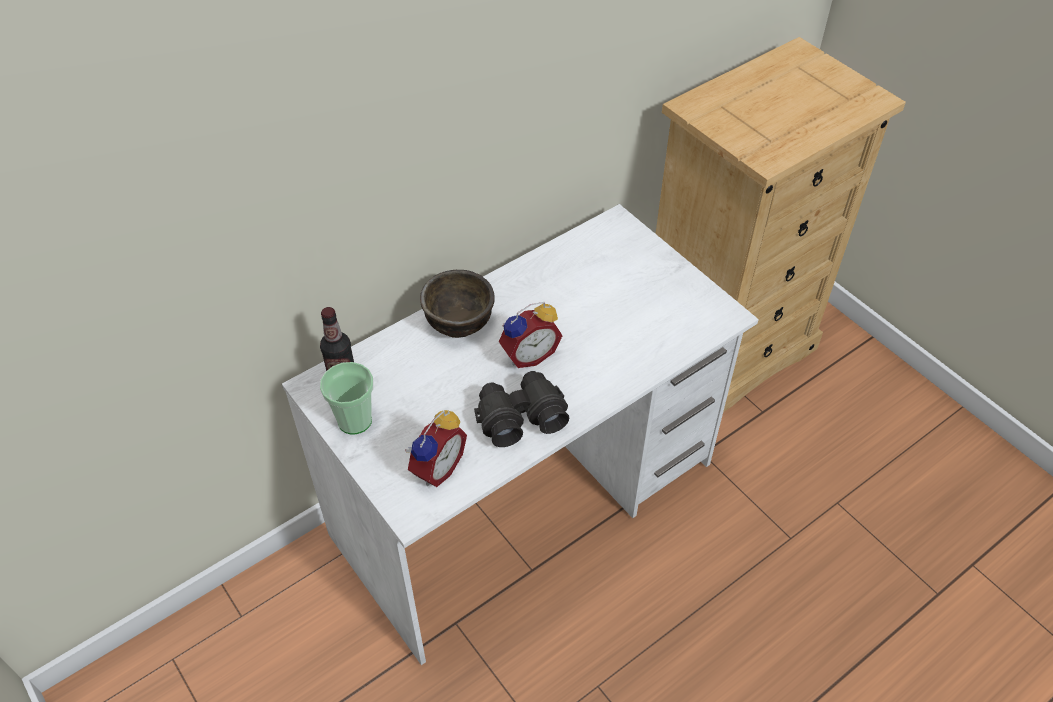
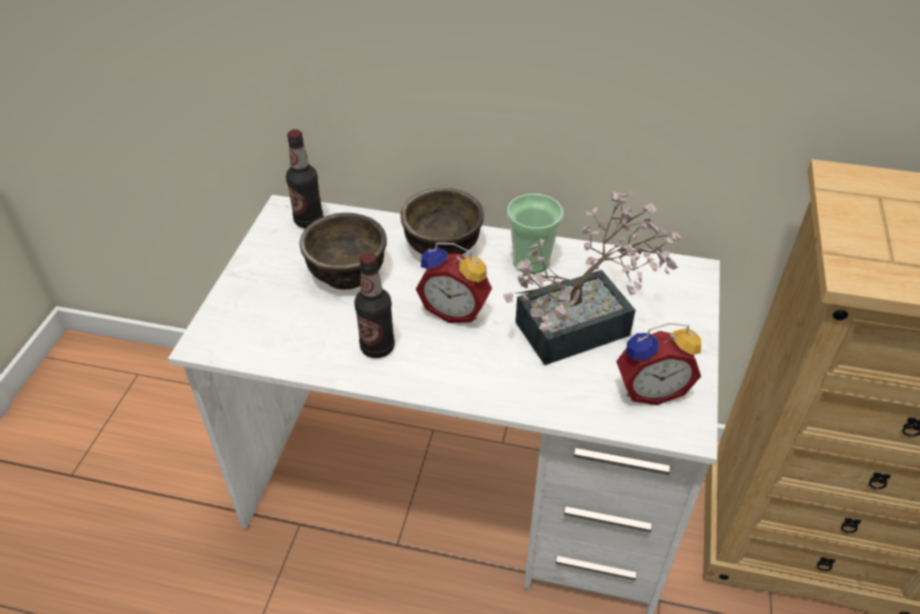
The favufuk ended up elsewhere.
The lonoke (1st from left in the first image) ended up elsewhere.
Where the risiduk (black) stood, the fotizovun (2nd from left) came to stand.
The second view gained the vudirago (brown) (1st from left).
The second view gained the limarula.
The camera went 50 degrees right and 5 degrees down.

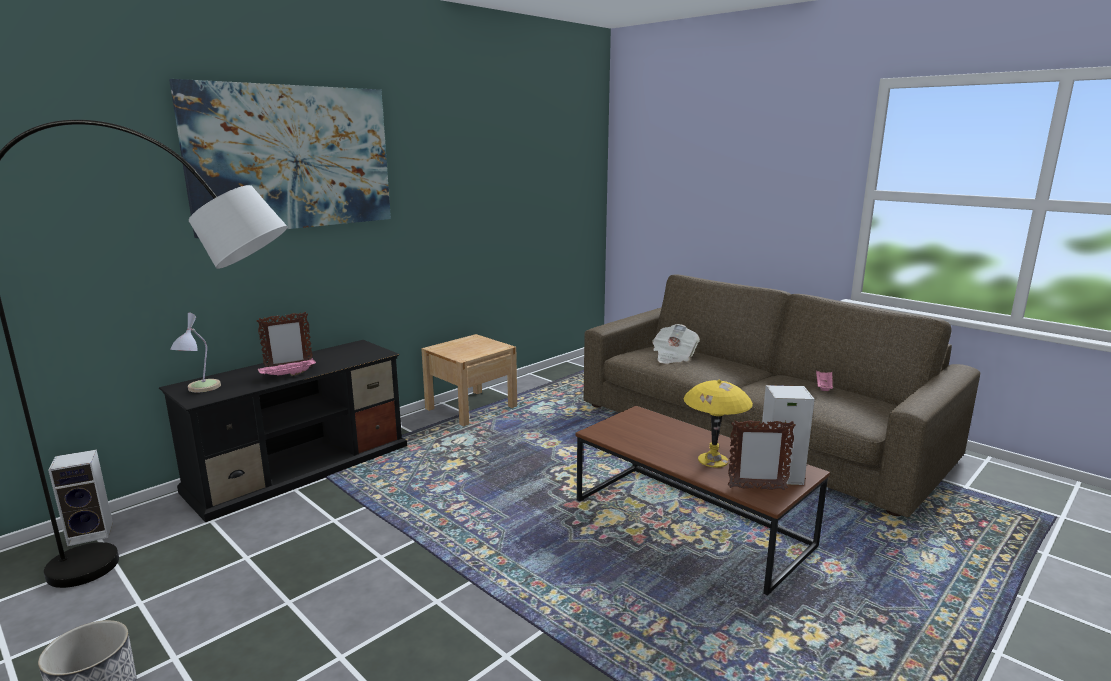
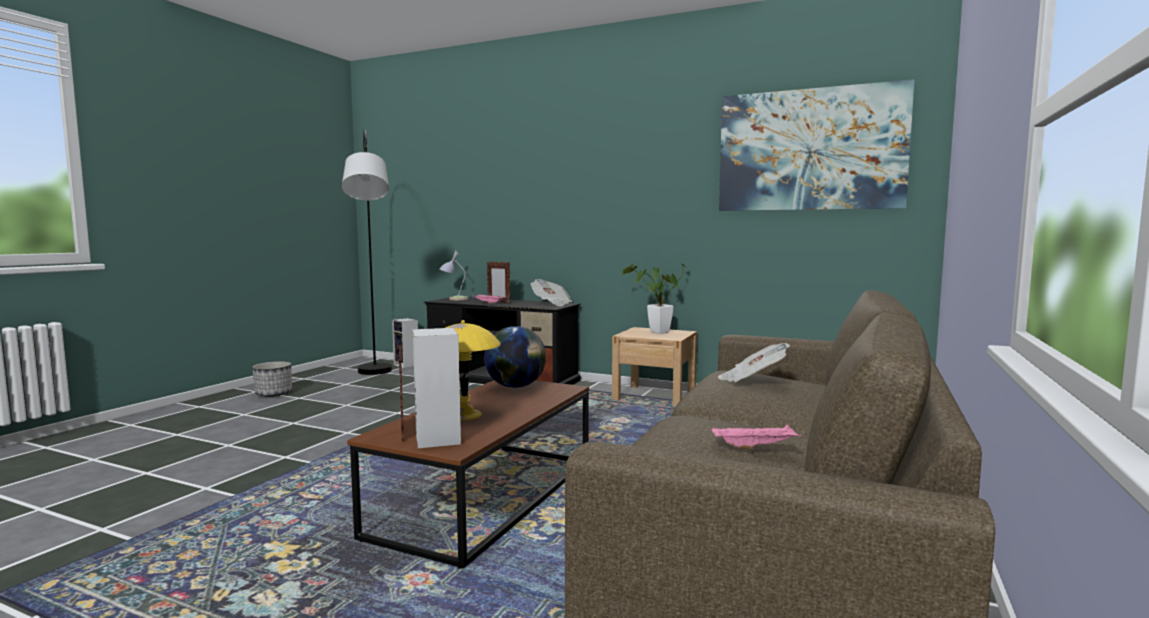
The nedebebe ended up elsewhere.
The second view gained the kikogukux.
The second view gained the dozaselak (1st from left).
The second view gained the limarula.
The camera went 70 degrees right and 10 degrees down.

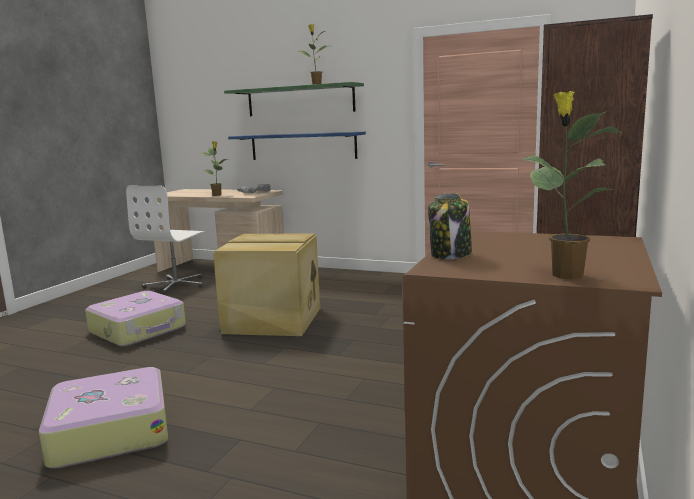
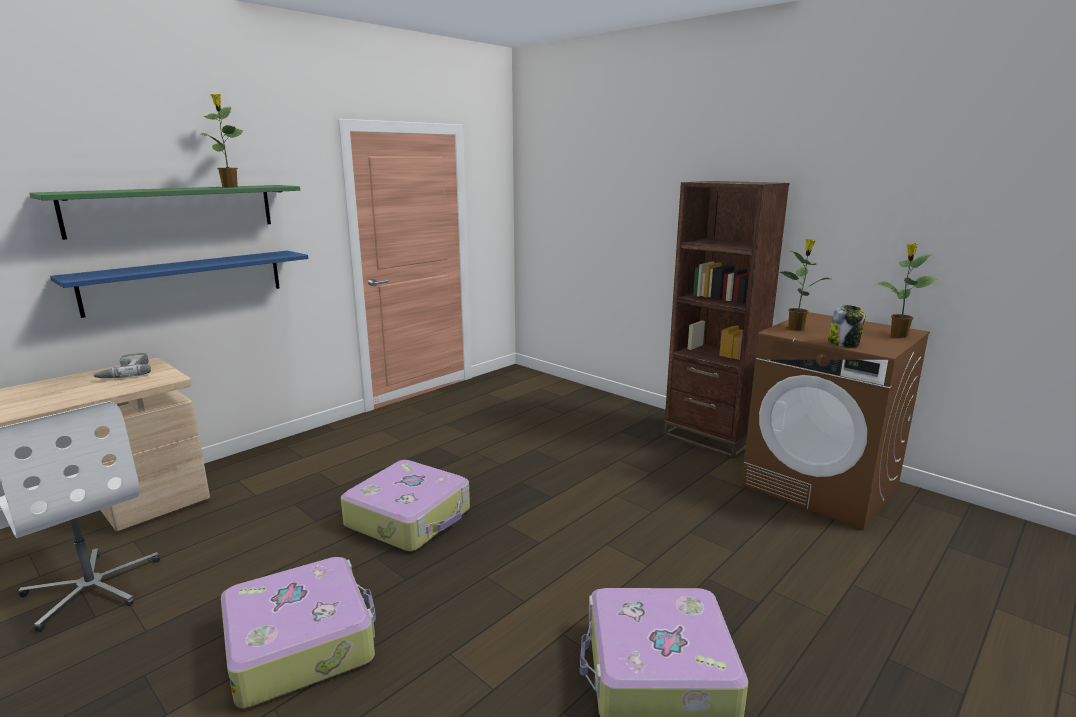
The limarula (1st from left in the first image) ended up elsewhere.
Where the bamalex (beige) stood, the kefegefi (2nd from left) came to stand.
The camera went 70 degrees left and 5 degrees up.

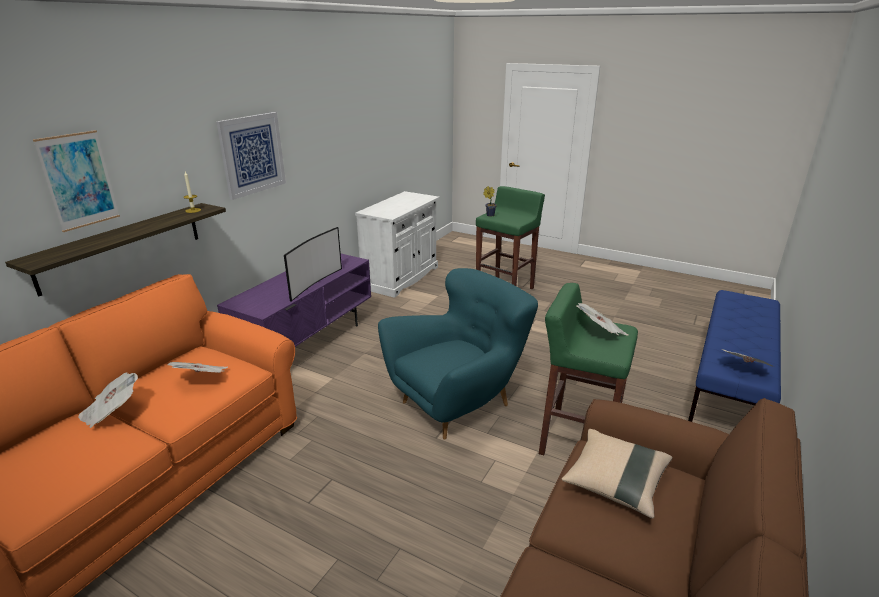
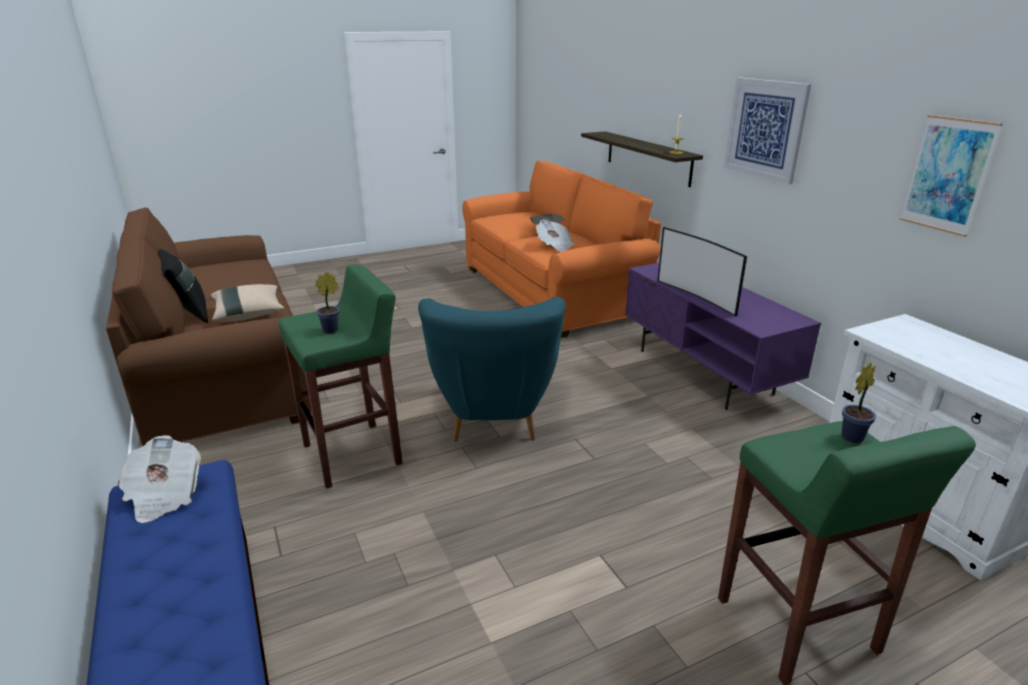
The nedebebe (1st from left in the first image) ended up elsewhere.
Where the dozaselak (3rd from left) stood, the limarula (1st from left) came to stand.
The second view gained the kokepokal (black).
The camera went 125 degrees right and 0 degrees up.

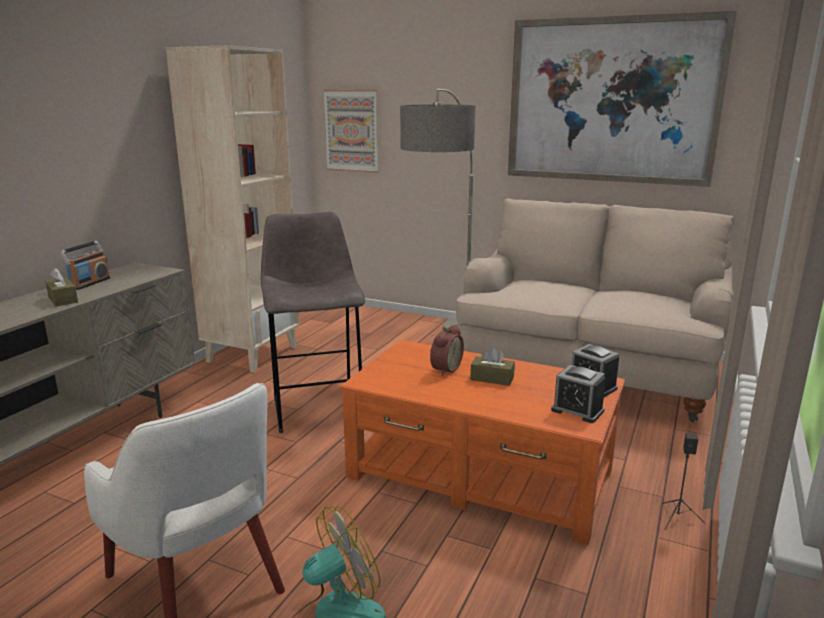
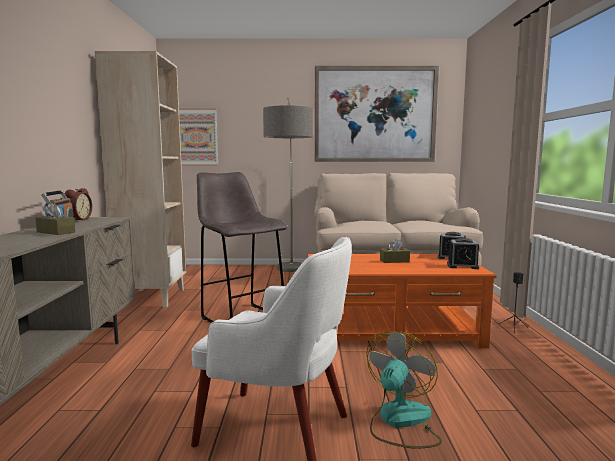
The lonoke (1st from left) ended up elsewhere.
The camera went 25 degrees left and 10 degrees down.

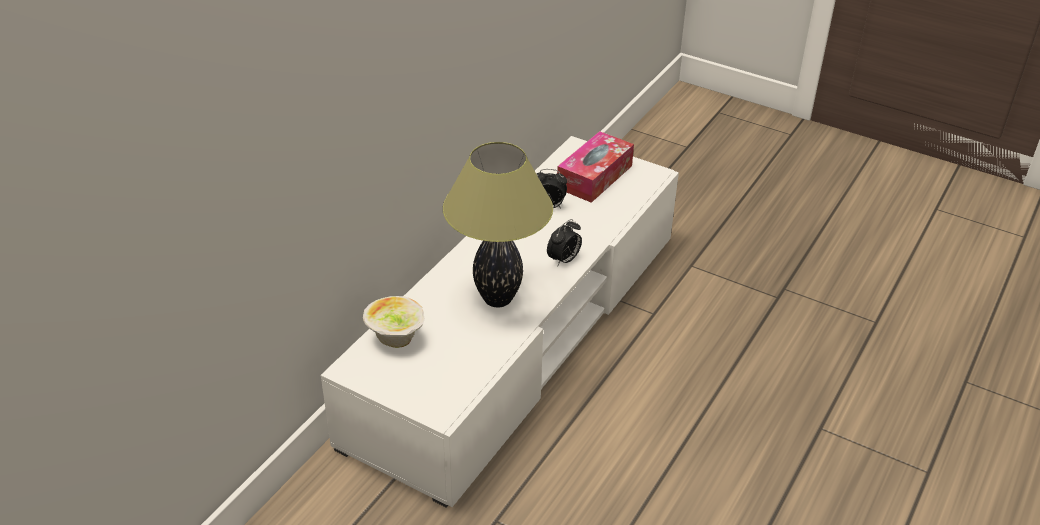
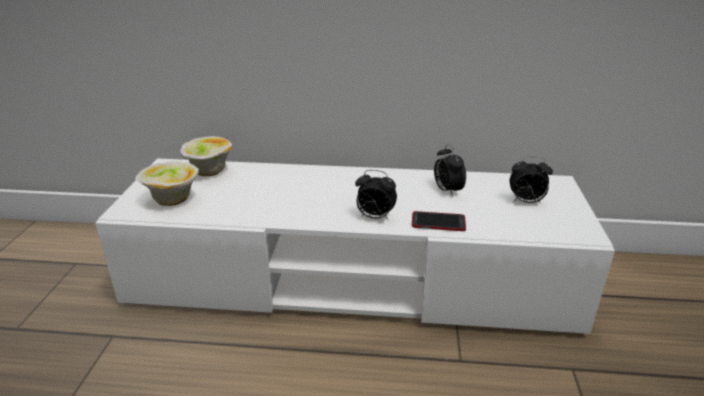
The second view lost the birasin.
Where the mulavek stood, the lonoke (3rd from left) came to stand.
The second view gained the vudirago (1st from left).
The second view gained the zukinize.
The camera went 65 degrees right and 10 degrees down.

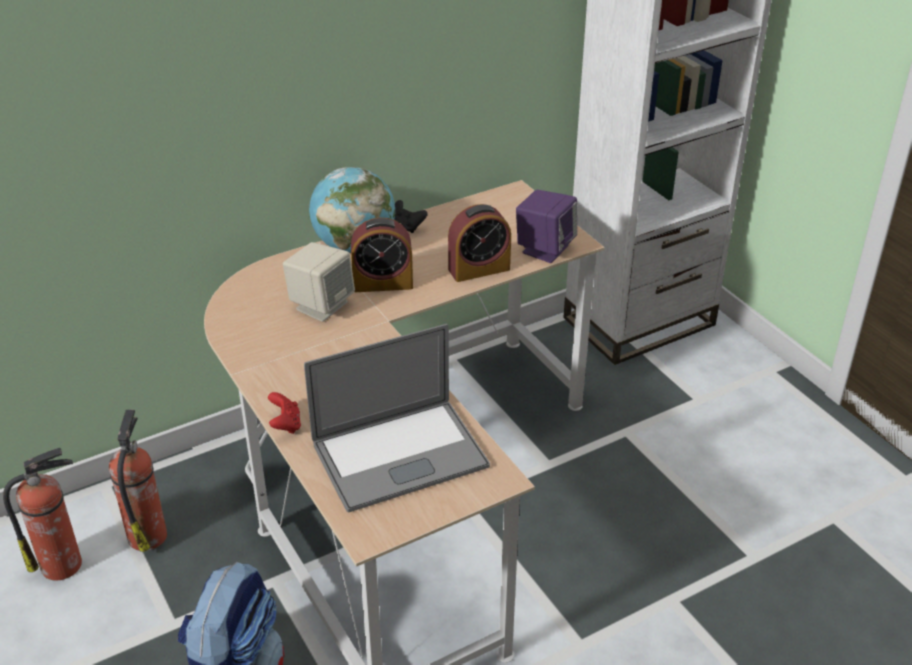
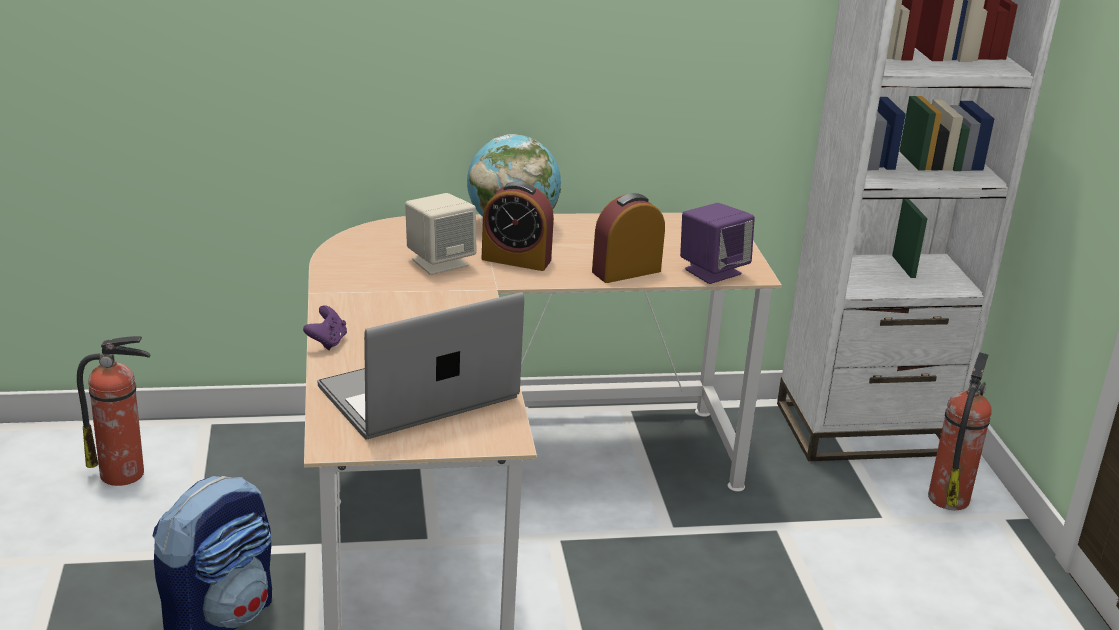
The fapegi (2nd from left) ended up elsewhere.
What was the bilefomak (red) turned into the bilefomak (purple).
The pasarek ended up facing another way, 150 degrees clockwise from before.
The second view lost the bilefomak (black).
The lonoke (2nd from left) ended up facing another way, 150 degrees clockwise from before.
The camera went 20 degrees right and 10 degrees down.

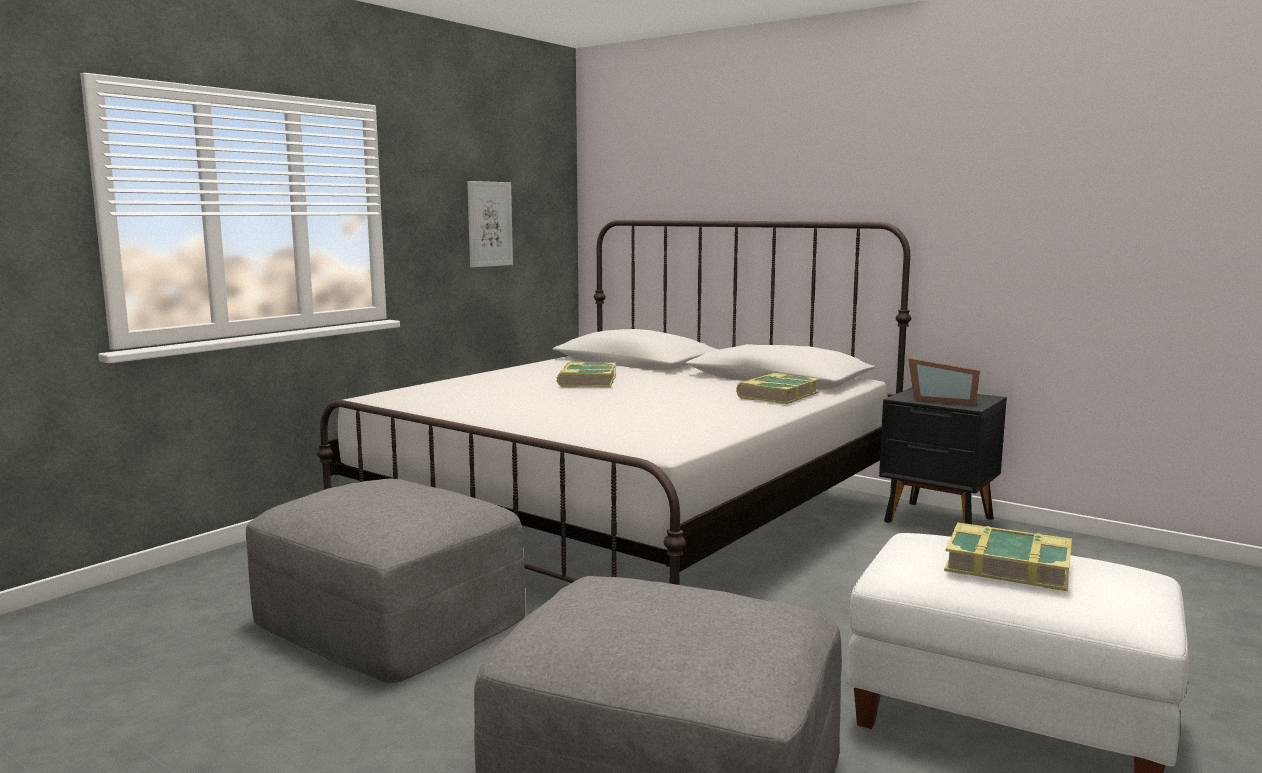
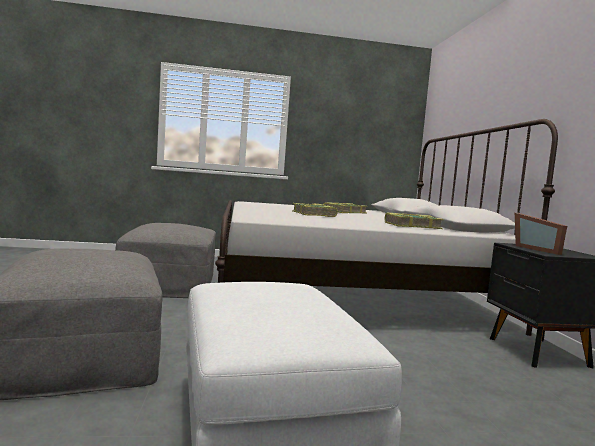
The second view lost the nedebebe.
The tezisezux (3rd from left in the first image) ended up elsewhere.
The camera went 45 degrees right and 5 degrees down.

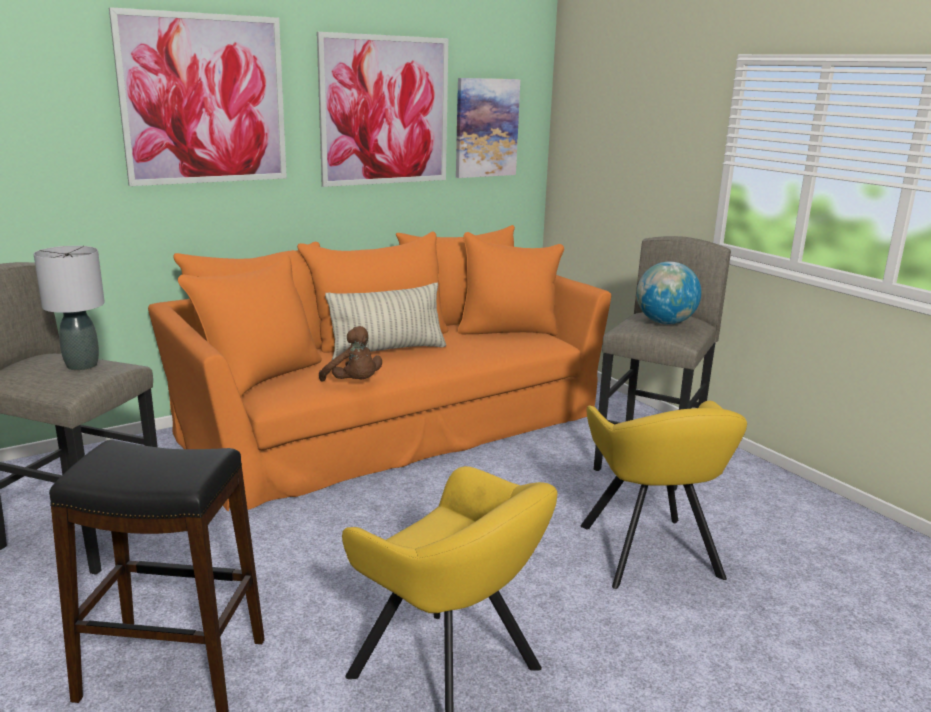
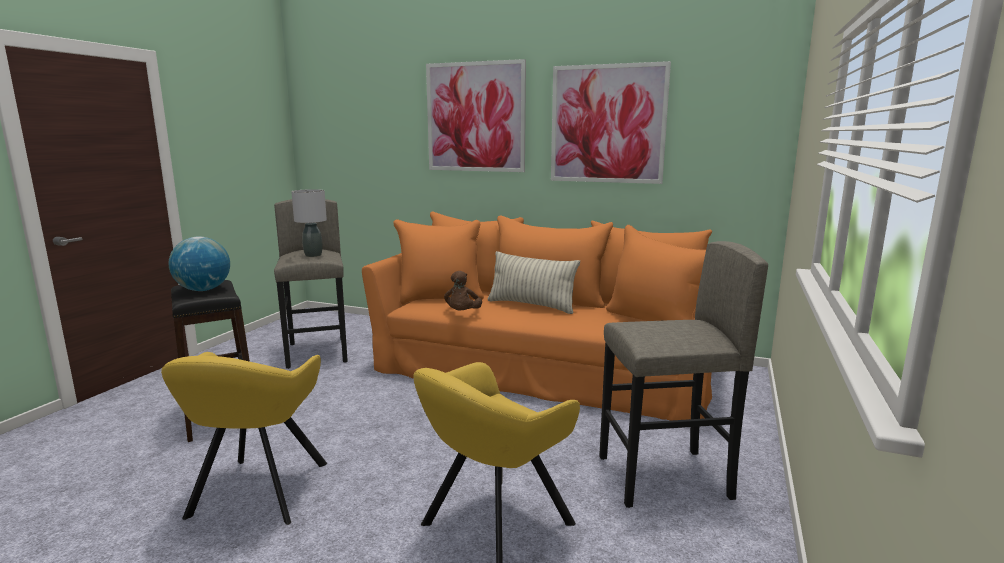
The second view lost the nedebebe (3rd from left).
The kikogukux ended up elsewhere.
The camera went 55 degrees right and 5 degrees down.

